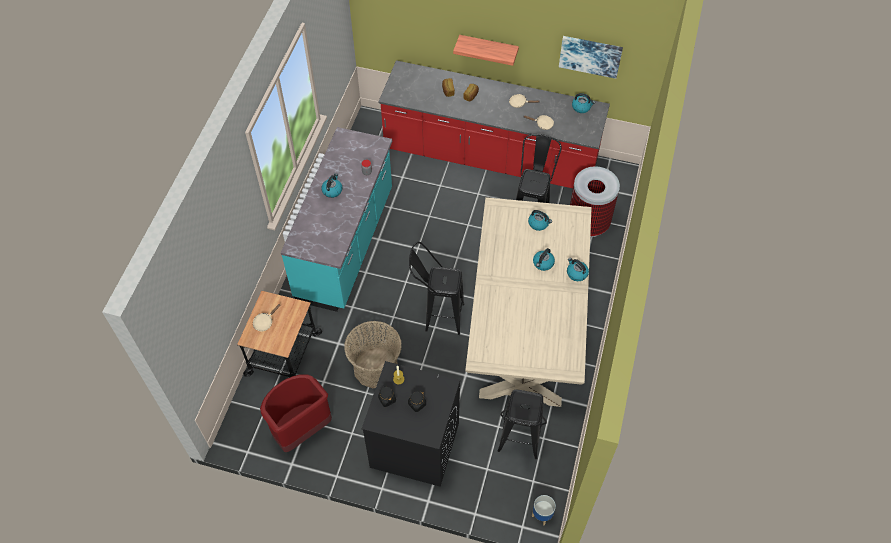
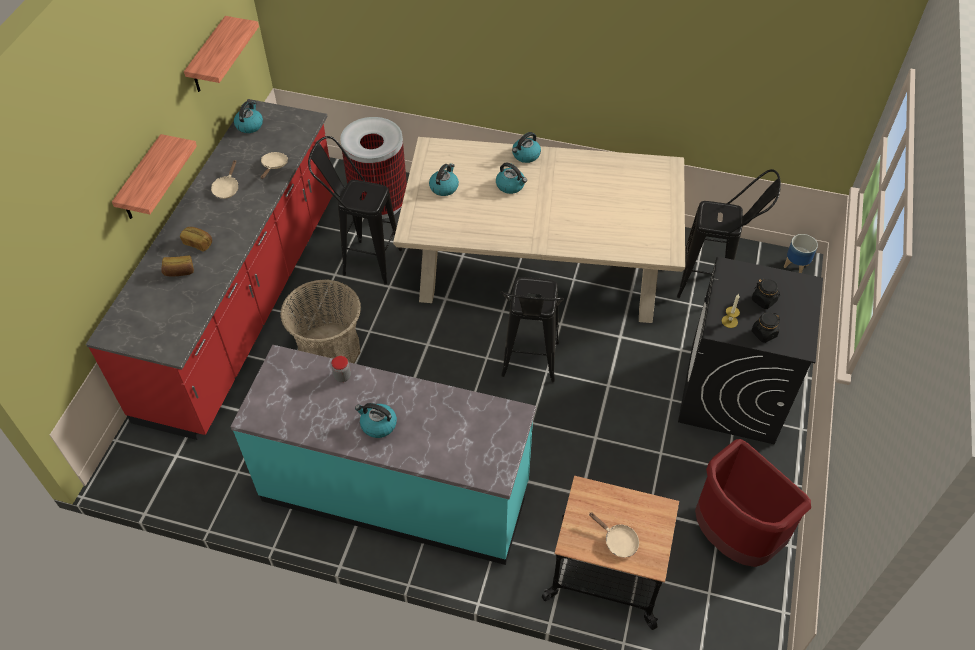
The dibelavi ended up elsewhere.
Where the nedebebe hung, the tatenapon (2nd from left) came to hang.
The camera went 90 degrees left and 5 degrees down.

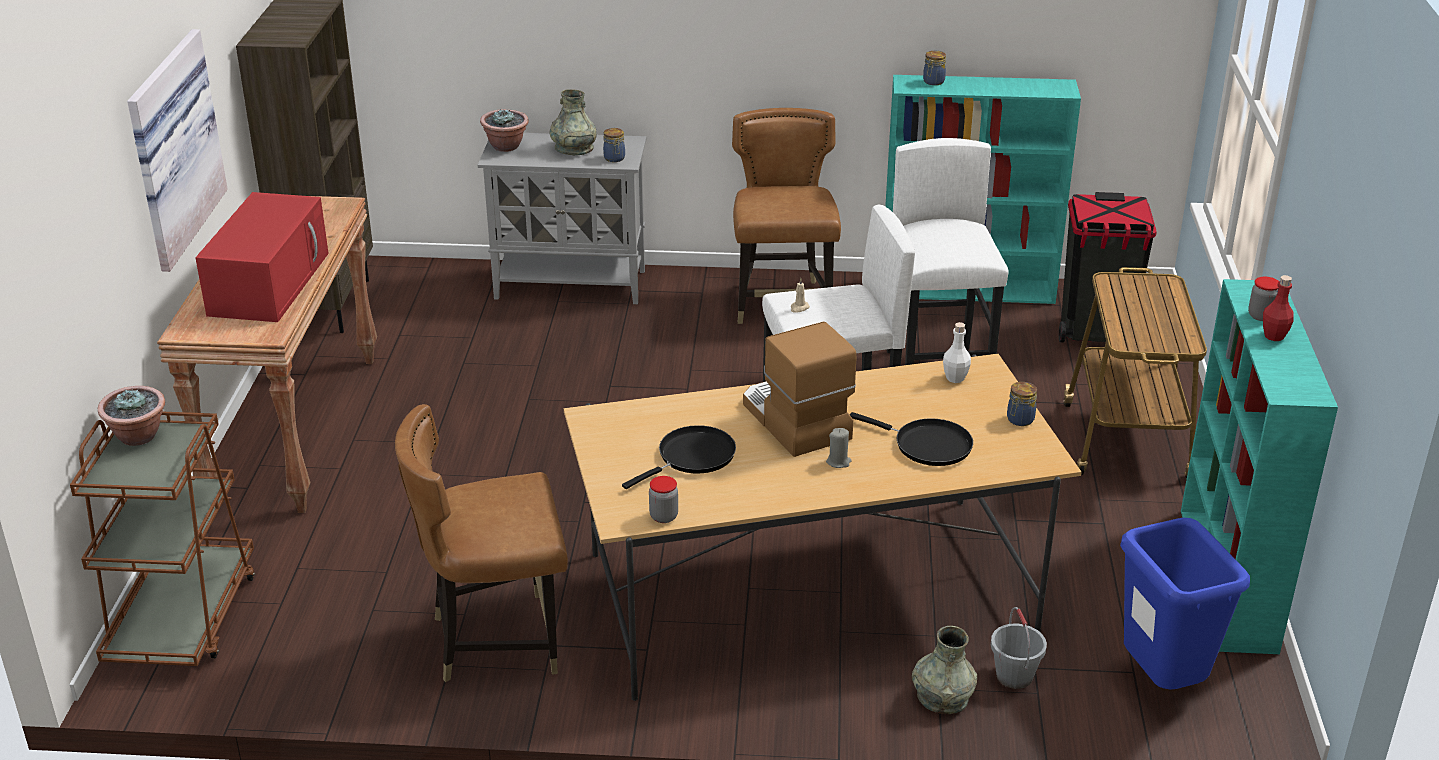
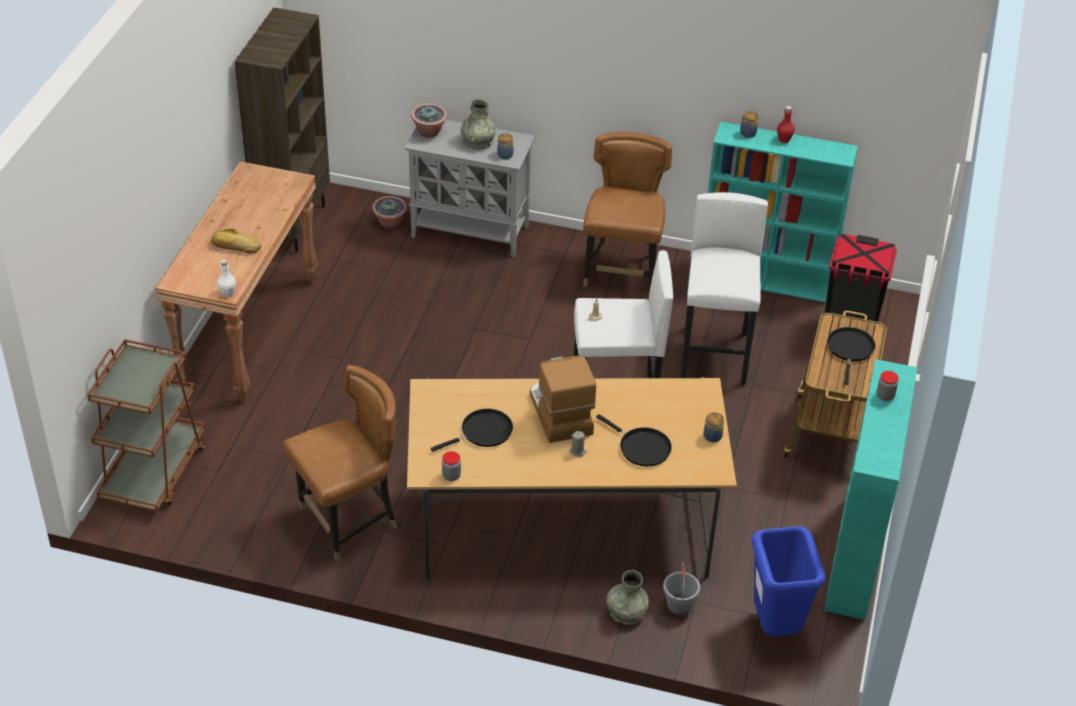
The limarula (1st from left) ended up elsewhere.
The second view lost the nedebebe.
Where the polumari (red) stood, the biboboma came to stand.
The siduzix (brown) (1st from left) ended up facing another way, 150 degrees clockwise from before.
The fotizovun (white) ended up elsewhere.
The fotizovun (red) ended up elsewhere.
The second view gained the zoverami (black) (3rd from left).
The camera went 10 degrees right and 10 degrees up.

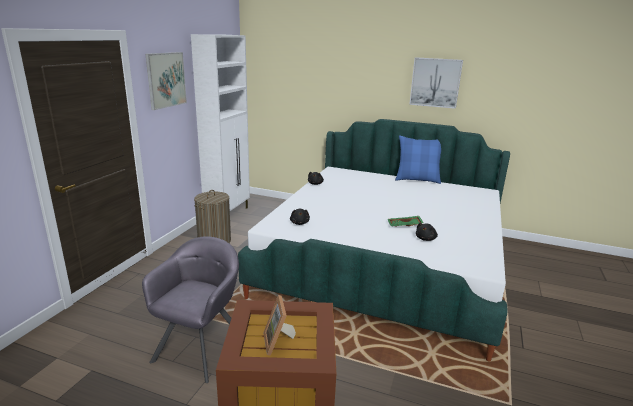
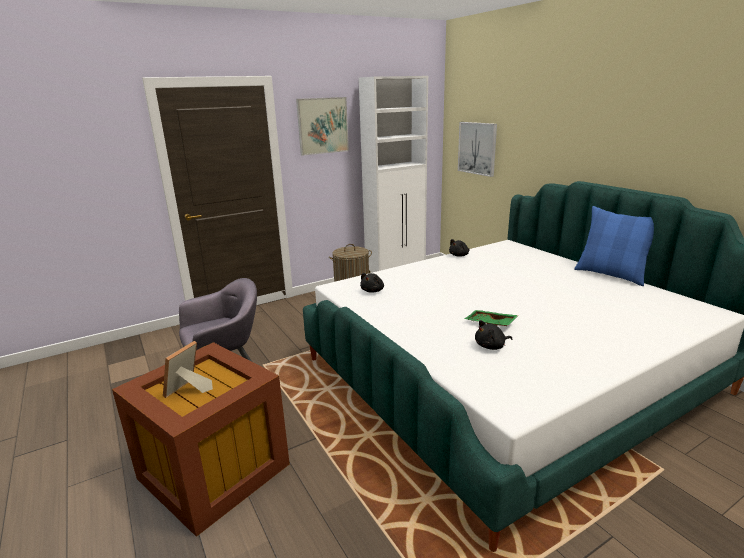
The nedebebe (2nd from left) ended up elsewhere.
The camera went 40 degrees right and 0 degrees up.

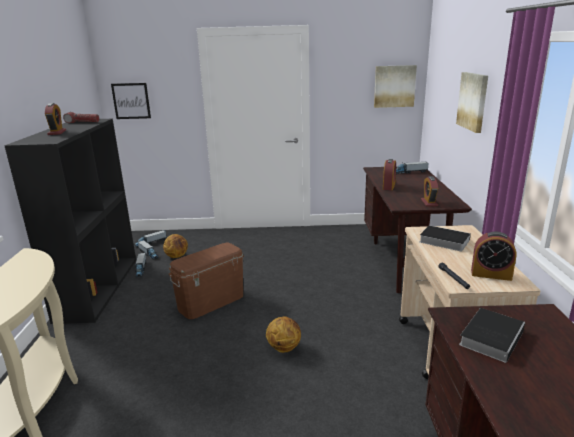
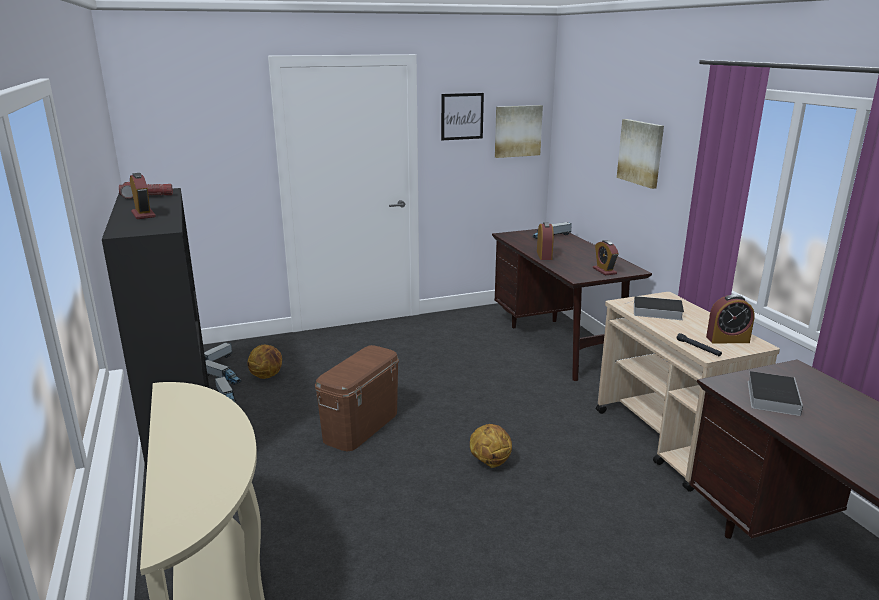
The nedebebe (1st from left) ended up elsewhere.
The camera went 20 degrees left and 0 degrees up.

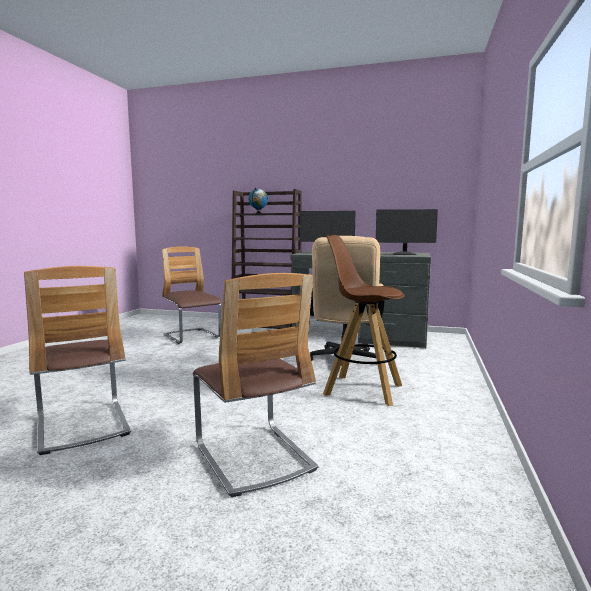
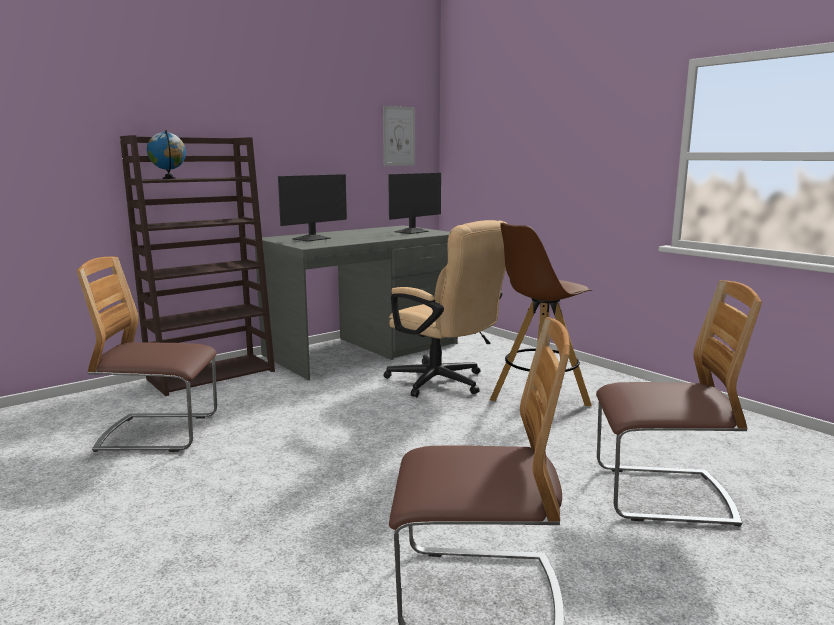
The second view gained the nedebebe.
The camera went 55 degrees left and 5 degrees up.

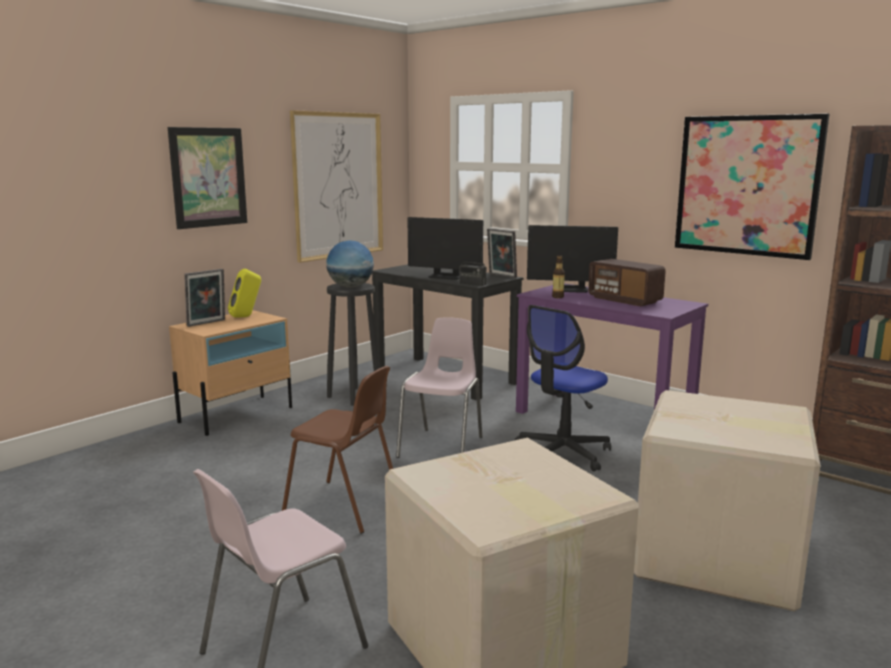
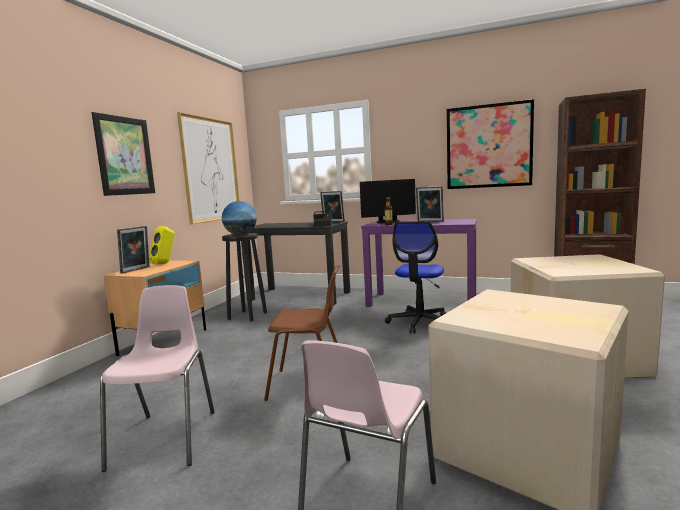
The siduzix (pink) (2nd from left in the first image) ended up elsewhere.
The second view lost the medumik (1st from left).
Where the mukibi (2nd from left) stood, the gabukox (3rd from left) came to stand.
The camera went 20 degrees left and 5 degrees down.

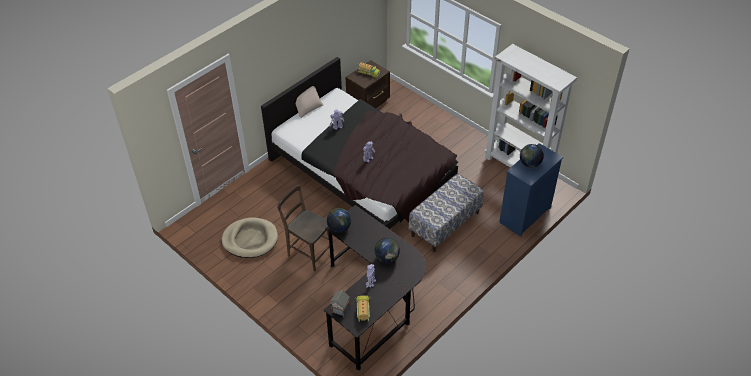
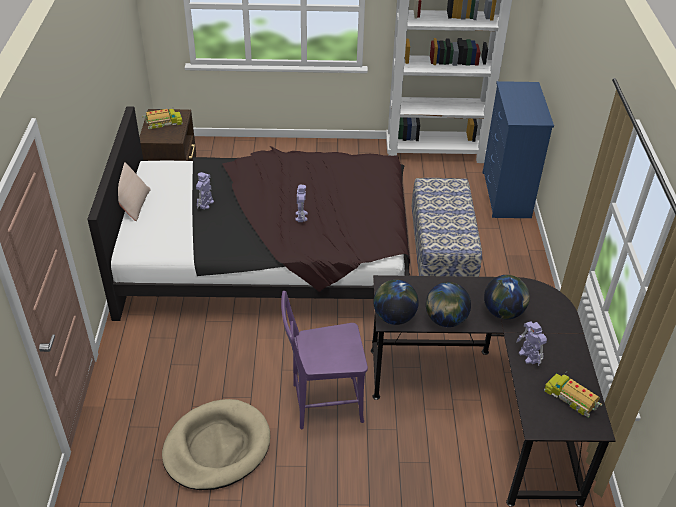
What was the siduzix (brown) turned into the siduzix (purple).
The second view lost the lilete.
The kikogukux (3rd from left in the first image) ended up elsewhere.
The camera went 45 degrees left and 5 degrees down.

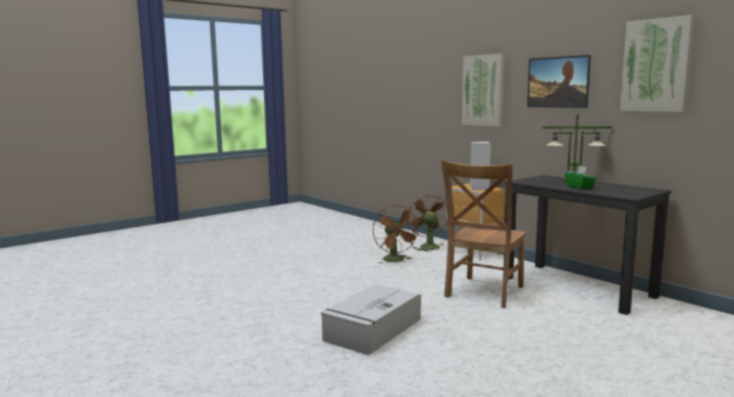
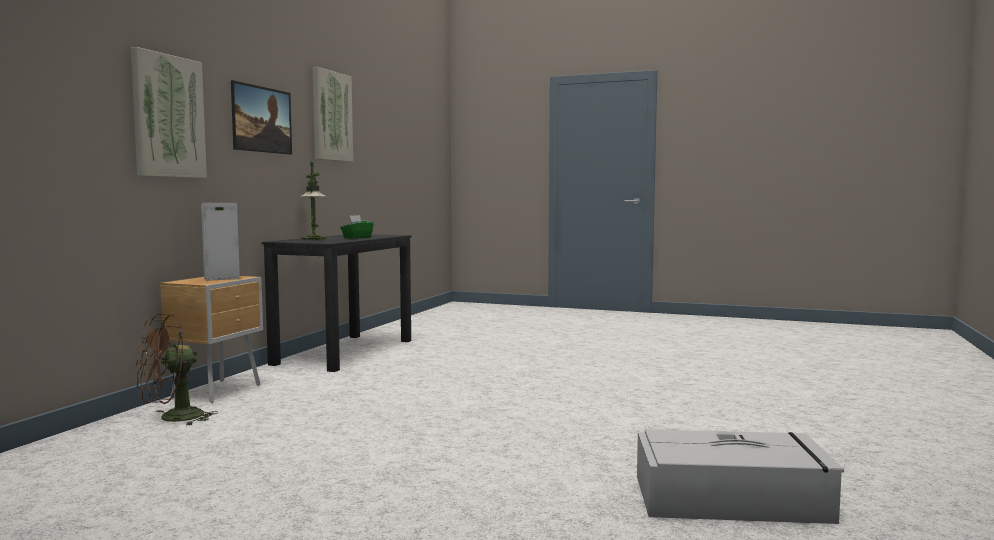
The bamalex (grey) ended up elsewhere.
The second view lost the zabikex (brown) (1st from left).
The second view lost the siduzix (brown).
The camera went 120 degrees left and 5 degrees down.

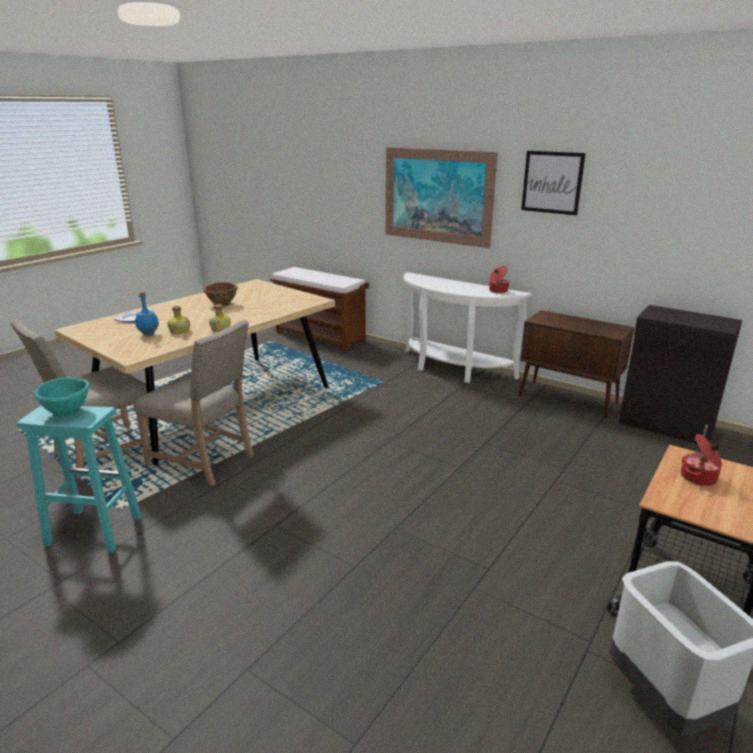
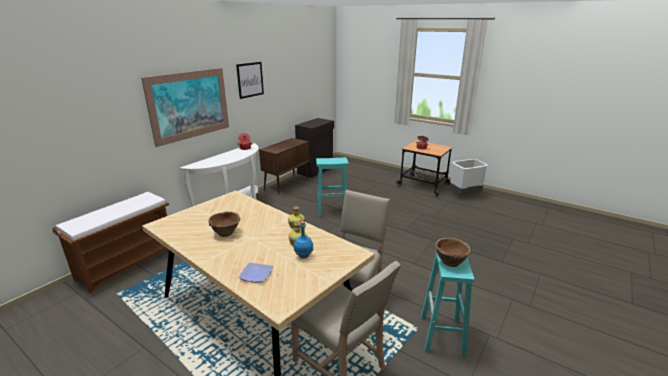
What was the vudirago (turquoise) turned into the vudirago (brown) (2nd from left).
The second view gained the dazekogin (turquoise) (1st from left).
The camera went 90 degrees left and 0 degrees up.

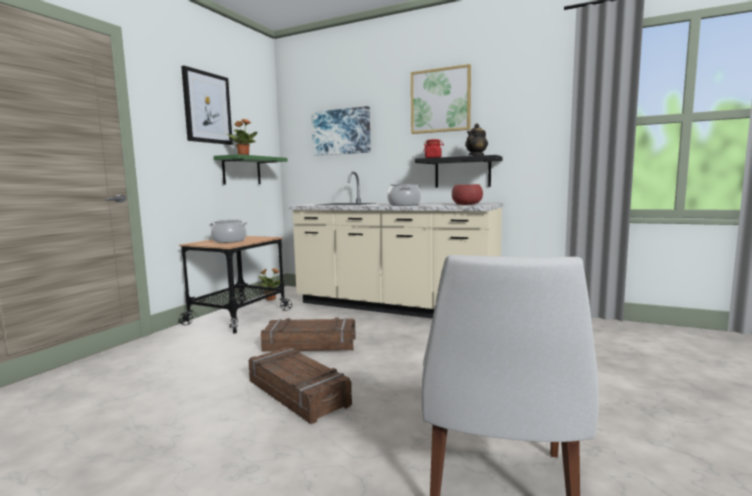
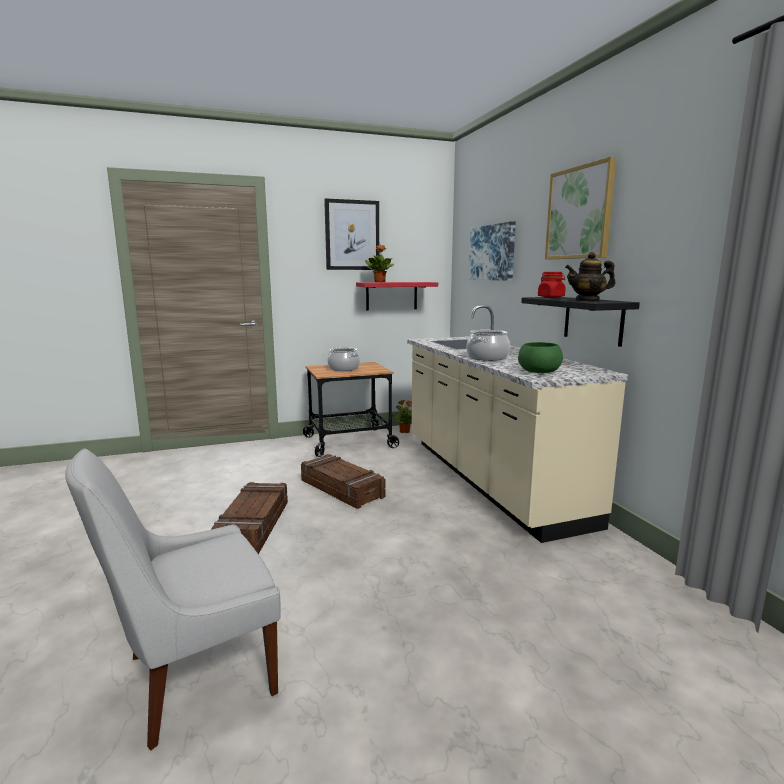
What was the tatenapon (green) turned into the tatenapon (red).
What was the vudirago (red) turned into the vudirago (green).
The camera went 45 degrees right and 5 degrees up.

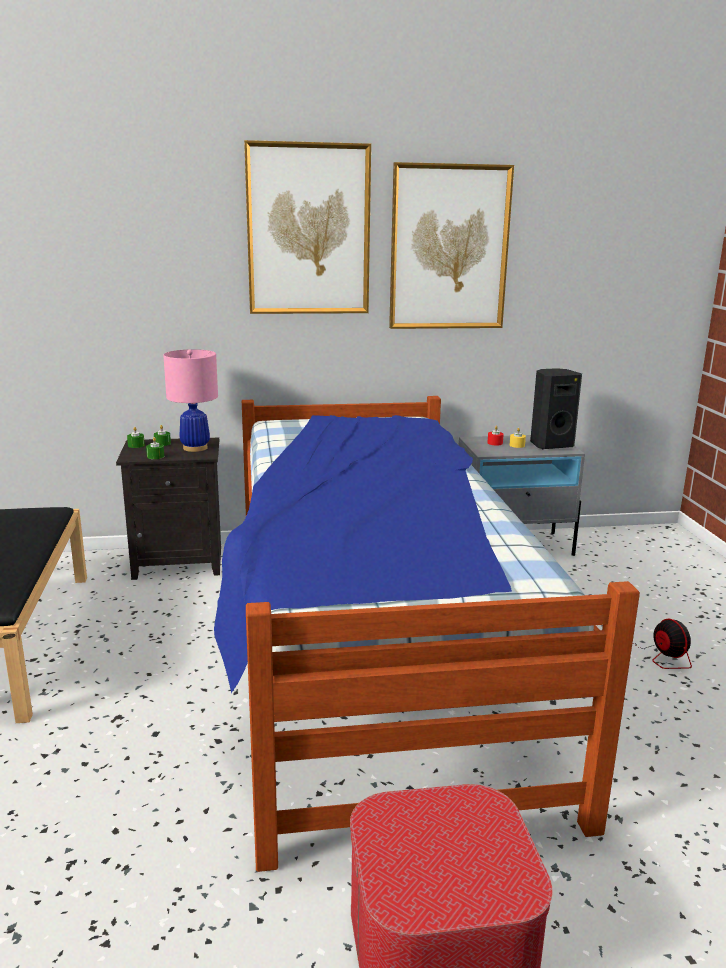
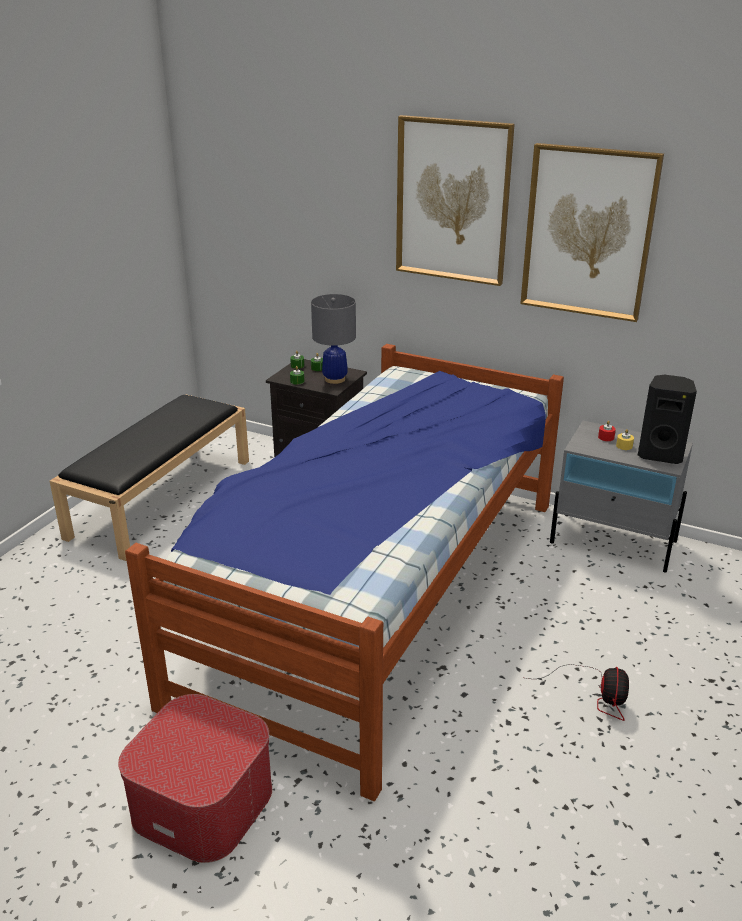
What was the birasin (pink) turned into the birasin (grey).
The camera went 35 degrees right and 10 degrees up.

